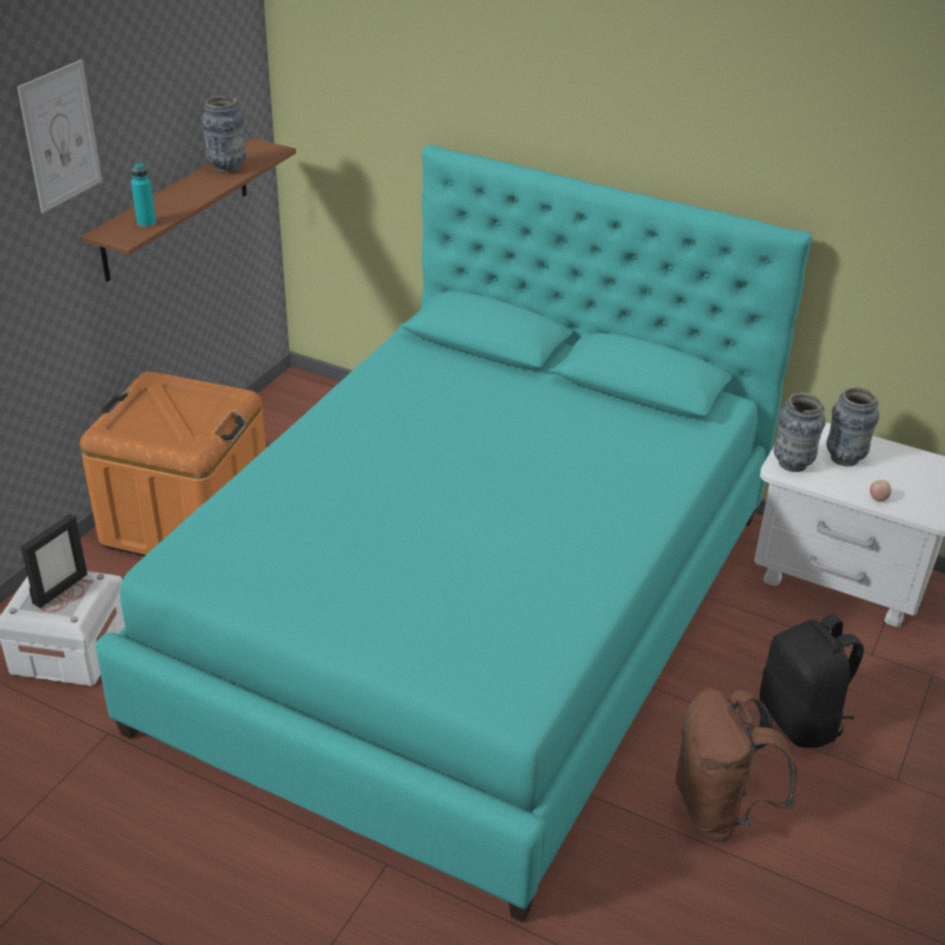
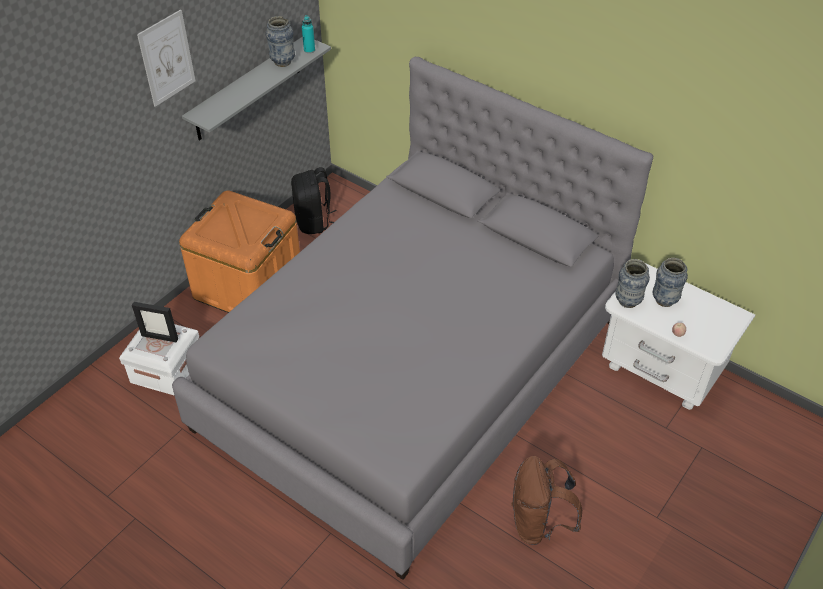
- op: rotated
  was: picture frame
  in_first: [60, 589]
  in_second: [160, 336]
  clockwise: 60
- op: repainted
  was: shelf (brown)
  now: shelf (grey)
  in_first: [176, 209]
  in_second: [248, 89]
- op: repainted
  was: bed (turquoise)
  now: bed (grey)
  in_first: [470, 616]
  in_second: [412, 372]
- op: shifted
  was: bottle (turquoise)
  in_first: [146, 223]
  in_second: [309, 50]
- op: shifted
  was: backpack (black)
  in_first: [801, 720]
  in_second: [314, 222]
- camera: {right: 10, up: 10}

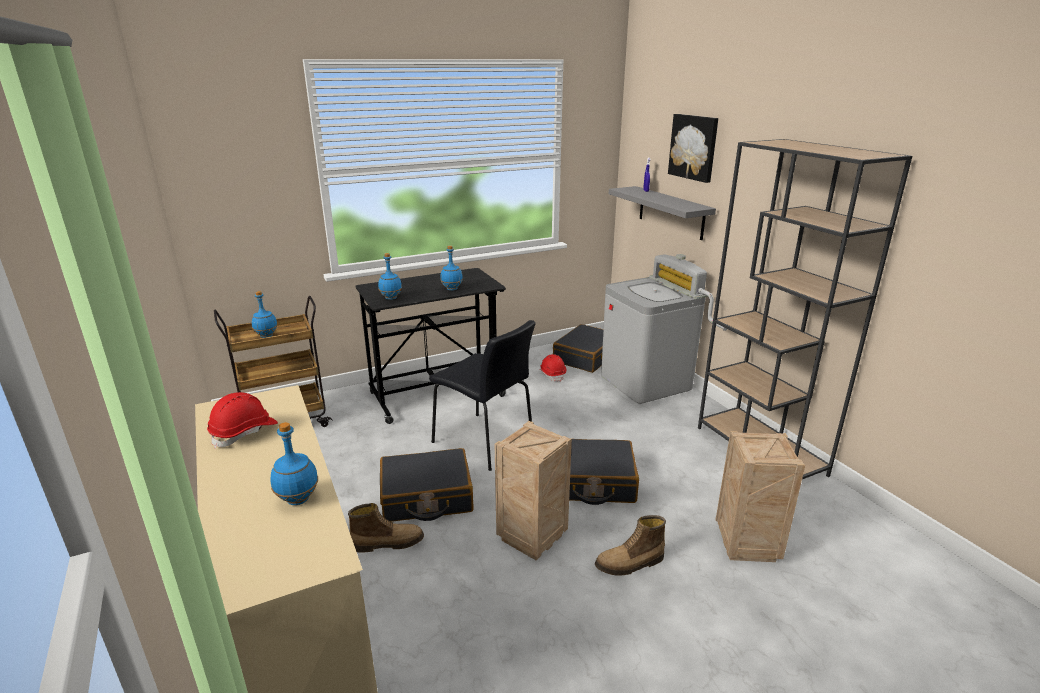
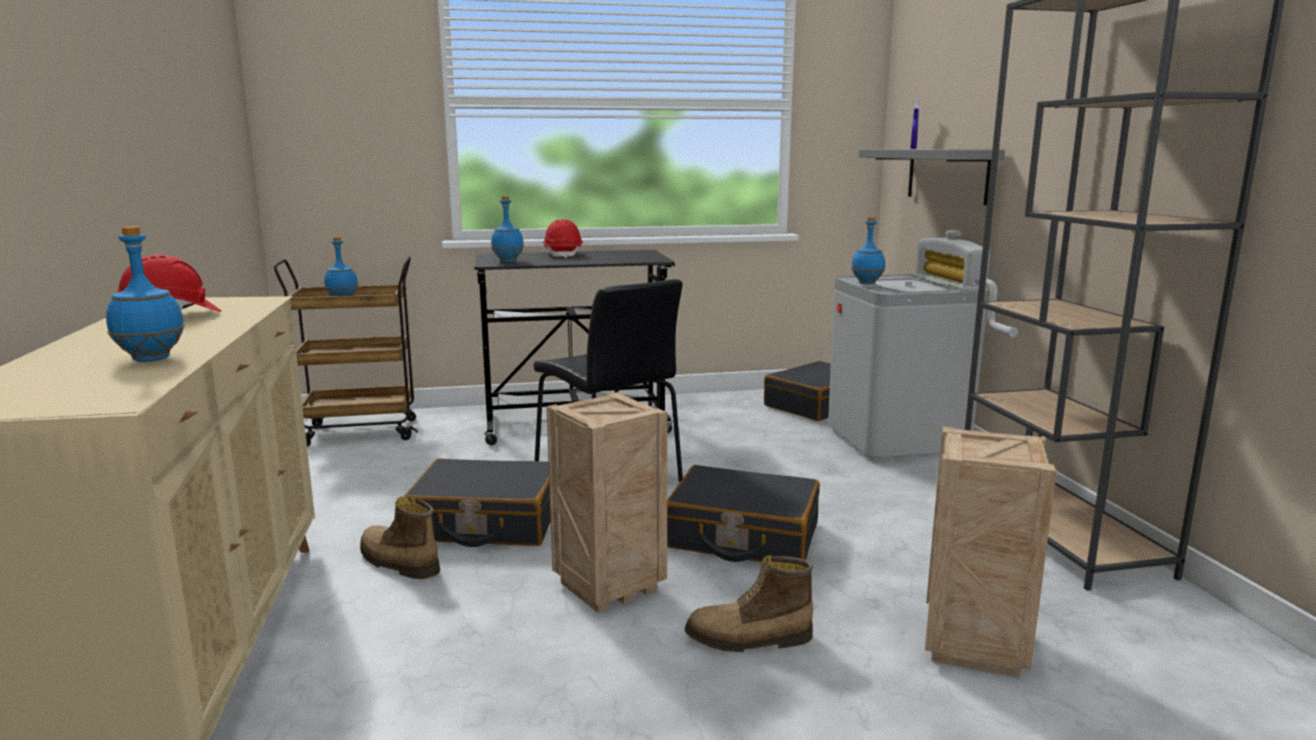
- op: rotated
  was: boot
  in_first: [388, 542]
  in_second: [397, 563]
  clockwise: -150
- op: shifted
  was: bottle (blue)
  in_first: [452, 289]
  in_second: [867, 283]
- op: shifted
  was: hard hat (red)
  in_first: [552, 374]
  in_second: [563, 255]
- op: gone
  was: picture
  in_first: [694, 147]
- camera: {right: 15, up: -10}

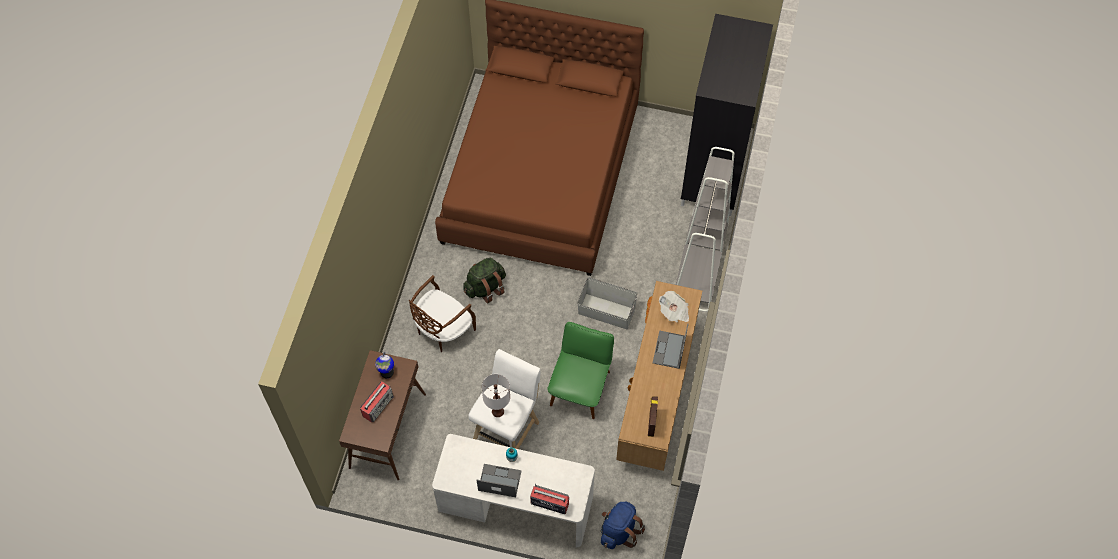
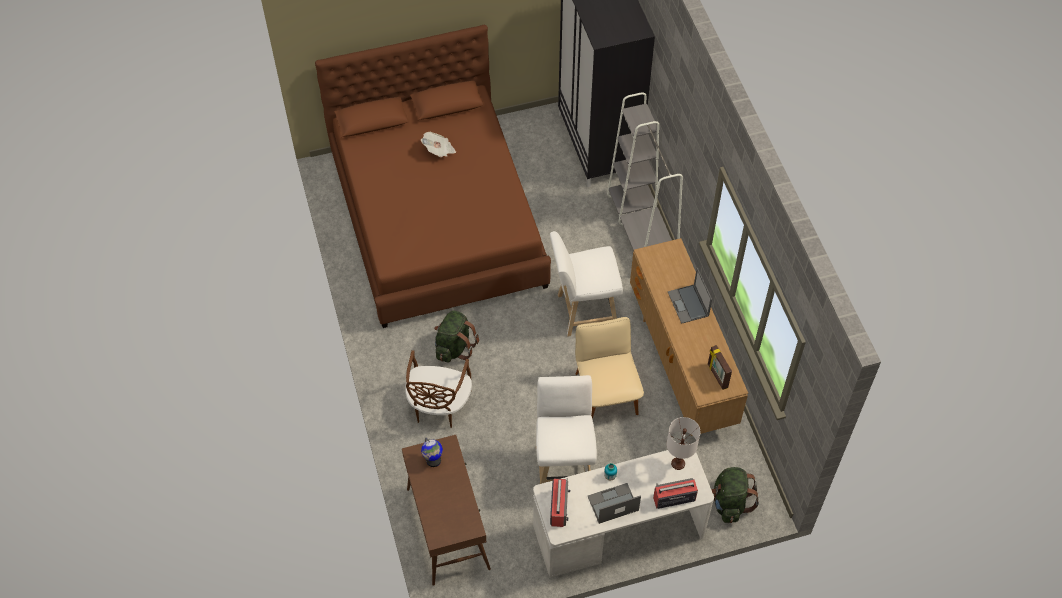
- op: shifted
  was: radio
  in_first: [378, 405]
  in_second: [559, 507]
- op: shifted
  was: table lamp (white)
  in_first: [497, 411]
  in_second: [678, 463]
- op: repainted
  was: chair (green)
  now: chair (beige)
  in_first: [580, 388]
  in_second: [606, 393]
- op: swapped
  was: storage box (grey)
  now: stool (white)
  in_first: [606, 311]
  in_second: [583, 312]
- op: repainted
  was: backpack (blue)
  now: backpack (green)
  in_first: [619, 531]
  in_second: [730, 502]
- op: shifted
  was: newspaper
  in_first: [674, 312]
  in_second: [439, 150]
- camera: {right: -30, up: -5}

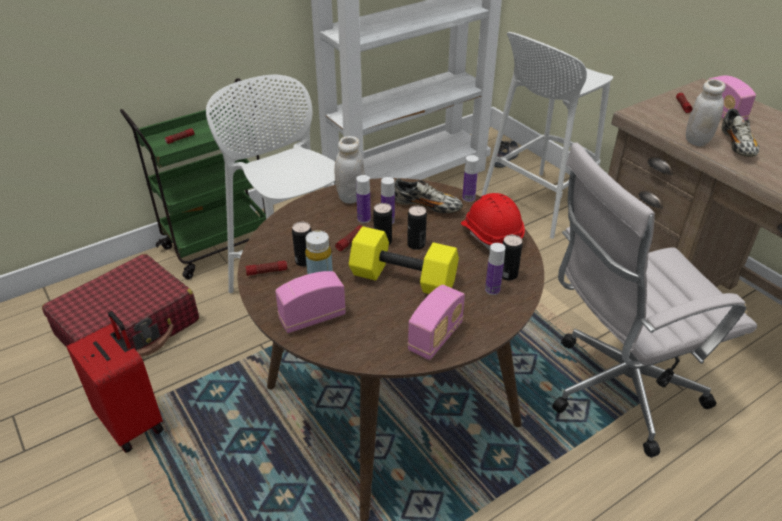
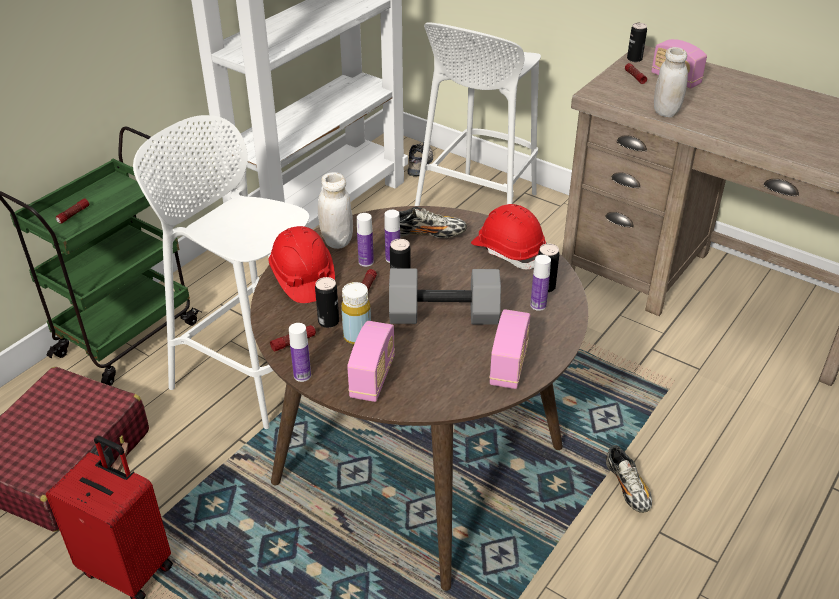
- op: rotated
  was: radio
  in_first: [312, 318]
  in_second: [372, 378]
  clockwise: 150
- op: repainted
  was: dumbbell (yellow)
  now: dumbbell (grey)
  in_first: [402, 279]
  in_second: [442, 316]
- op: shifted
  was: can
  in_first: [416, 244]
  in_second: [634, 59]
- op: shifted
  was: bottle
  in_first: [468, 198]
  in_second: [302, 375]
- op: gone
  was: office chair (white)
  in_first: [617, 391]
- op: shifted
  was: shoe
  in_first: [737, 146]
  in_second: [627, 488]
- op: new
  now: hard hat (red)
  in_second: [302, 279]
- camera: {right: -20, up: 0}

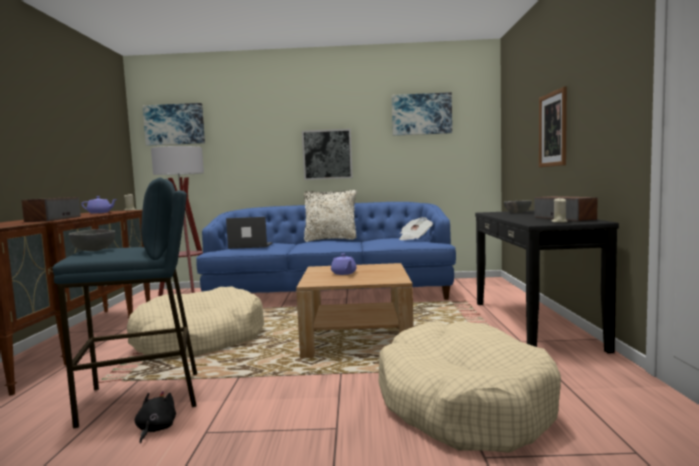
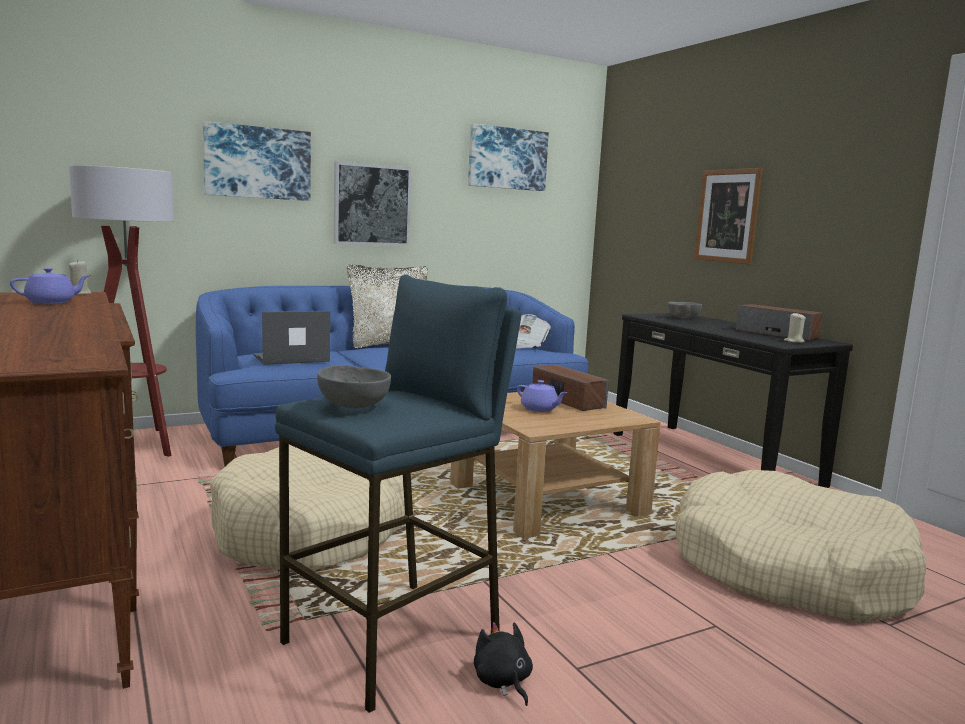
- op: shifted
  was: speaker
  in_first: [53, 219]
  in_second: [567, 400]
- op: shifted
  was: picture
  in_first: [174, 124]
  in_second: [257, 162]
- camera: {right: -30, up: 5}

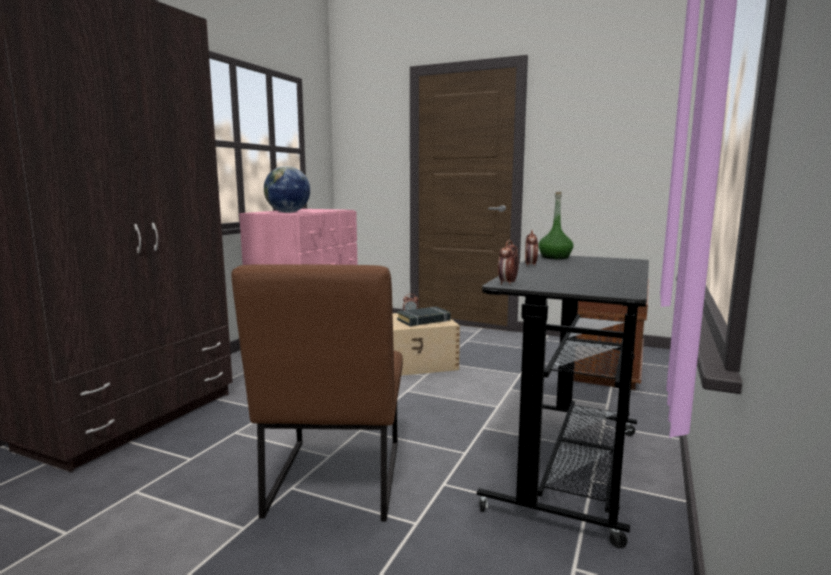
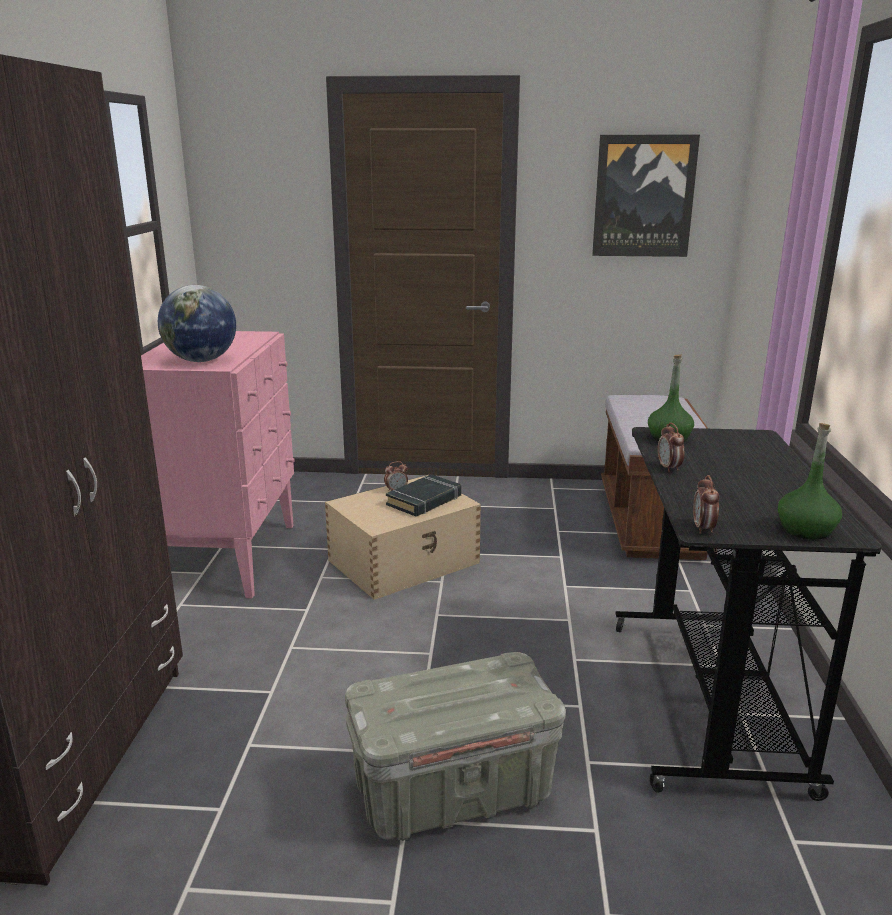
- op: swapped
  was: chair (brown)
  now: storage box (grey)
  in_first: [334, 480]
  in_second: [452, 792]
- op: new
  now: picture
  in_second: [643, 196]
- op: new
  now: bottle (green)
  in_second: [805, 530]
- camera: {right: -20, up: 10}

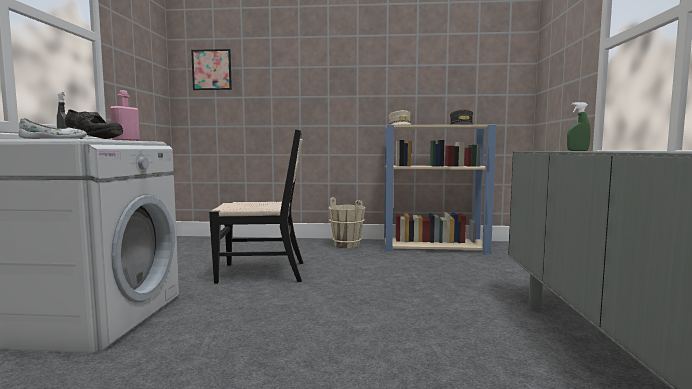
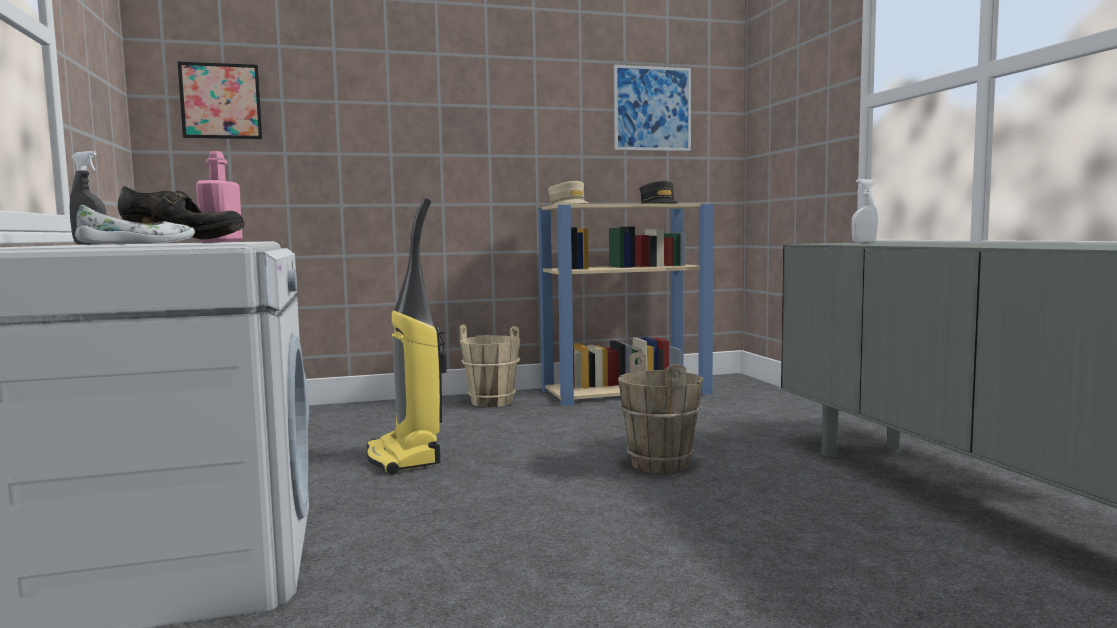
- op: swapped
  was: chair
  now: vacuum cleaner
  in_first: [262, 273]
  in_second: [405, 458]
- op: repainted
  was: spray bottle (green)
  now: spray bottle (white)
  in_first: [577, 150]
  in_second: [864, 242]
- op: new
  now: picture
  in_second: [652, 108]
- op: new
  now: bucket (brown)
  in_second: [661, 464]
- camera: {right: -20, up: 0}

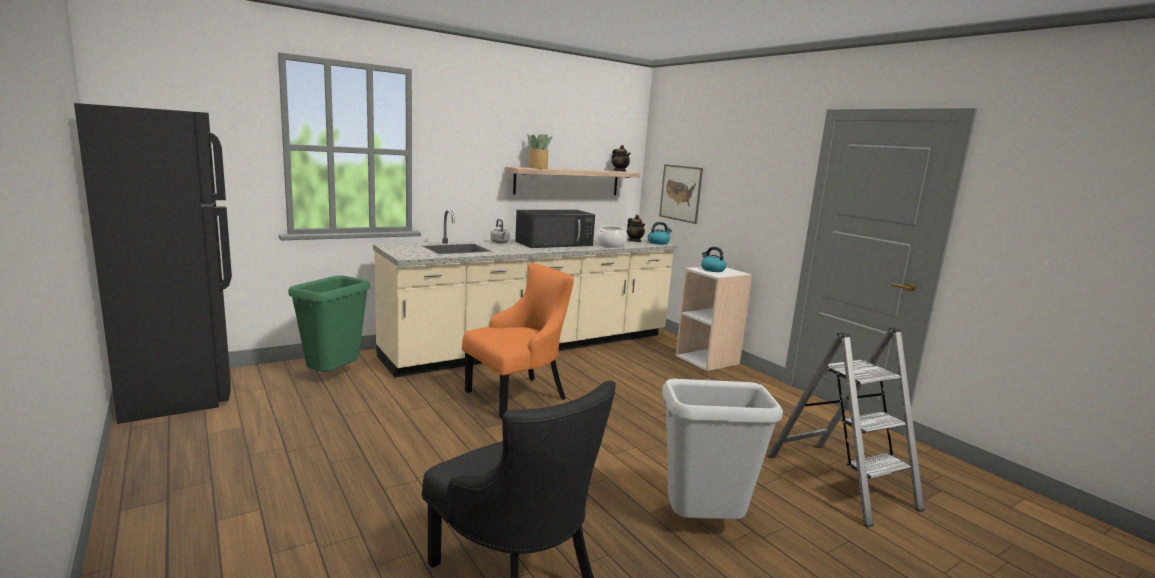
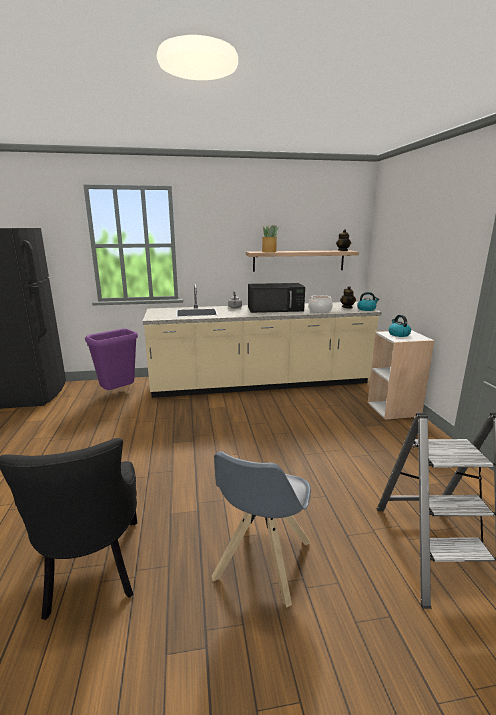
- op: repainted
  was: trash can (green)
  now: trash can (purple)
  in_first: [333, 376]
  in_second: [118, 392]
- op: gone
  was: chair (orange)
  in_first: [515, 397]
- op: gone
  was: picture
  in_first: [680, 193]
- op: swapped
  was: trash can (grey)
  now: chair (grey)
  in_first: [702, 526]
  in_second: [262, 562]
- camera: {right: 25, up: 5}

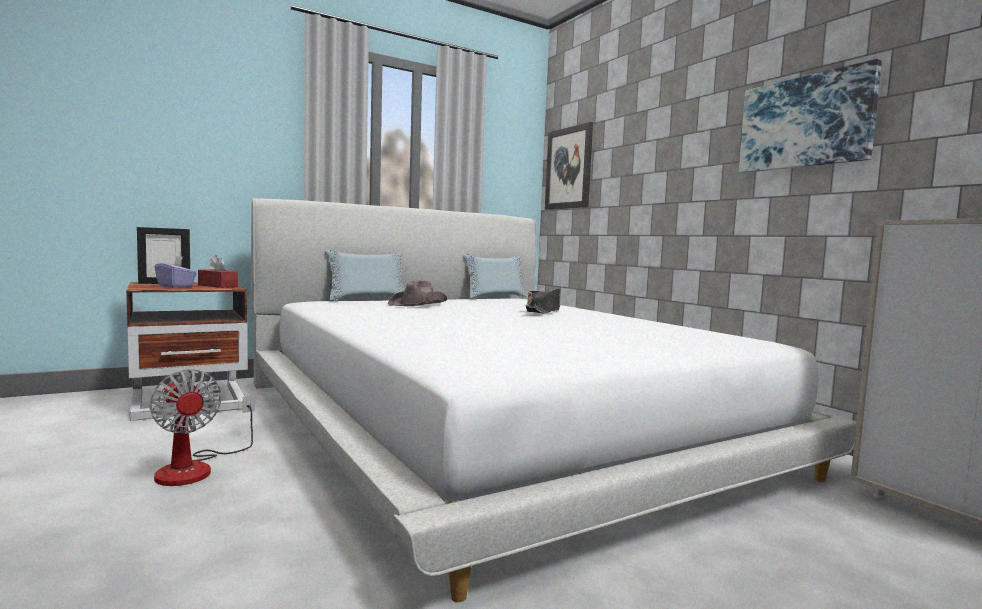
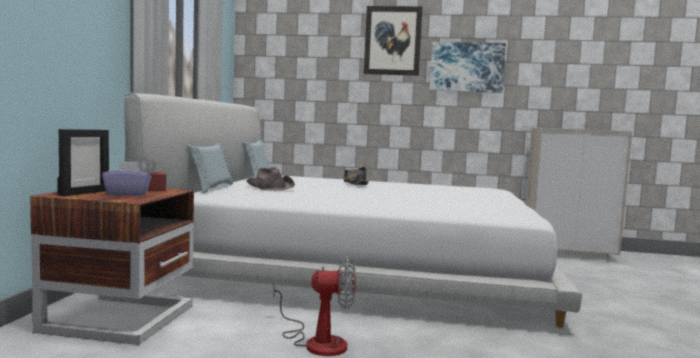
- op: shifted
  was: picture
  in_first: [569, 168]
  in_second: [392, 41]
- camera: {right: -50, up: 0}

